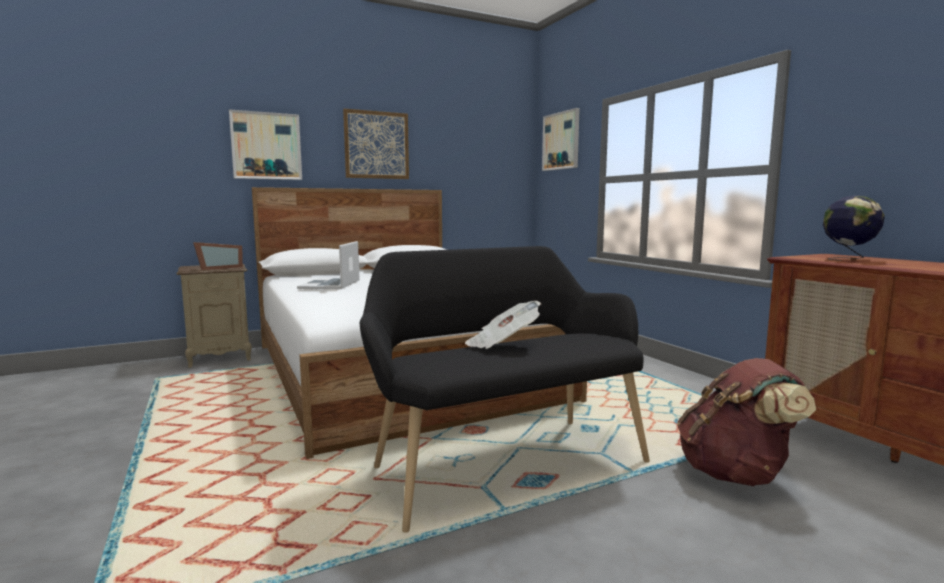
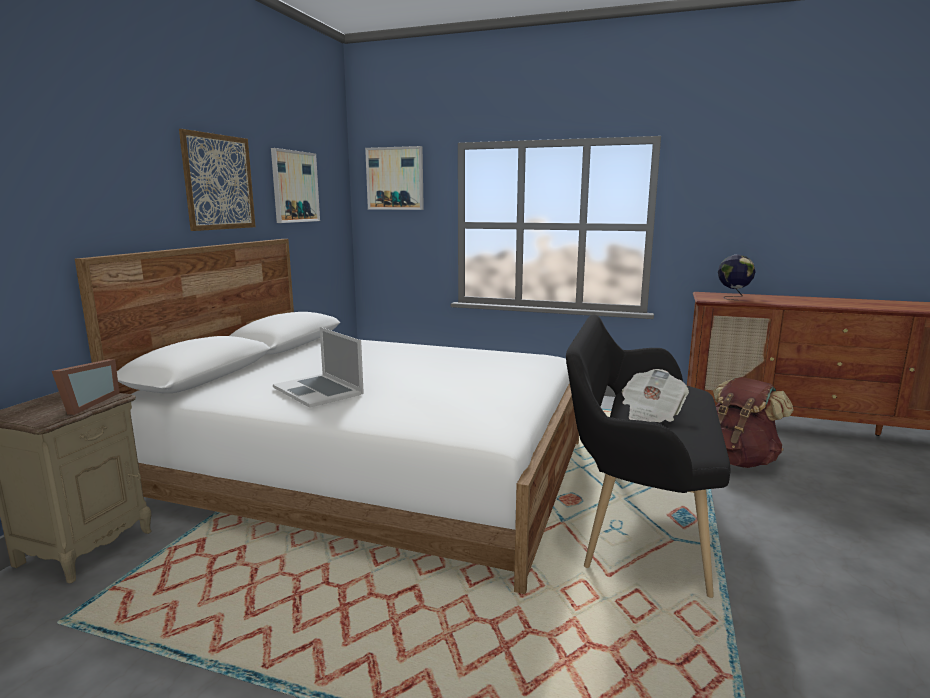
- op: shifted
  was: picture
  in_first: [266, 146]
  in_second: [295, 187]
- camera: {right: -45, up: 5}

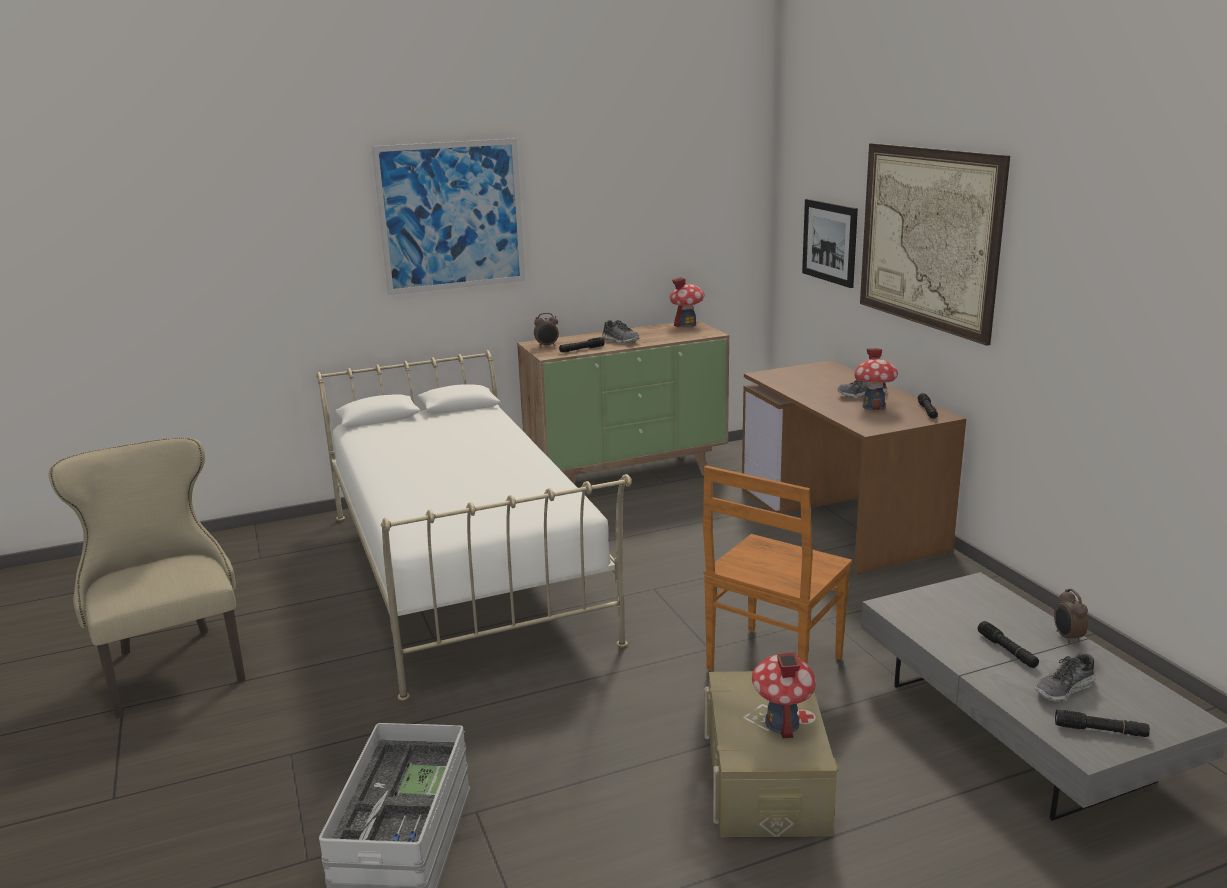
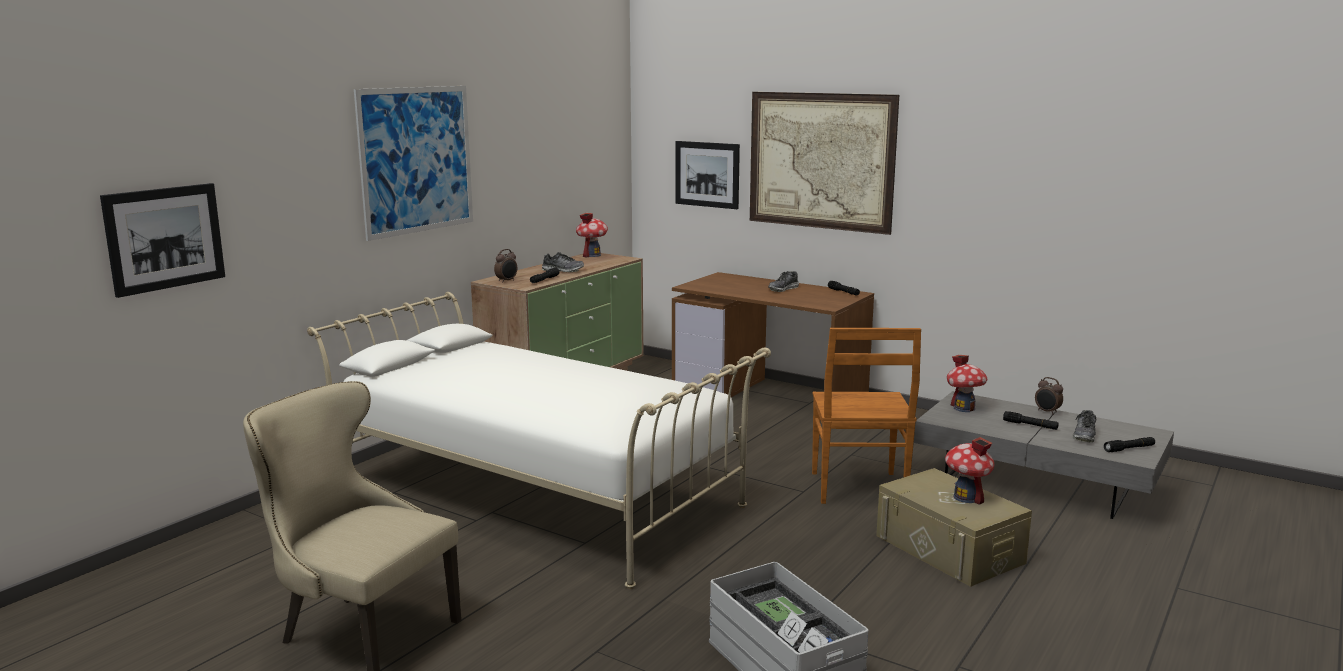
- op: shifted
  was: toy house
  in_first: [873, 406]
  in_second: [964, 408]
- op: new
  now: picture
  in_second: [165, 238]
- camera: {right: -35, up: -5}

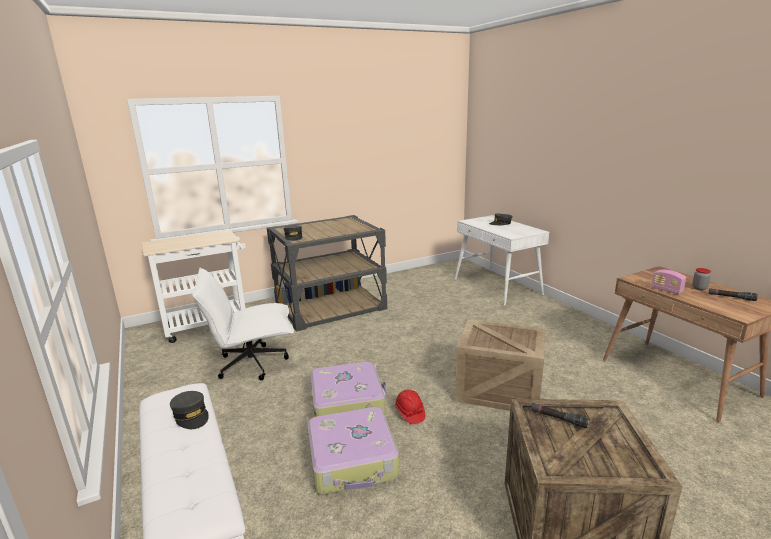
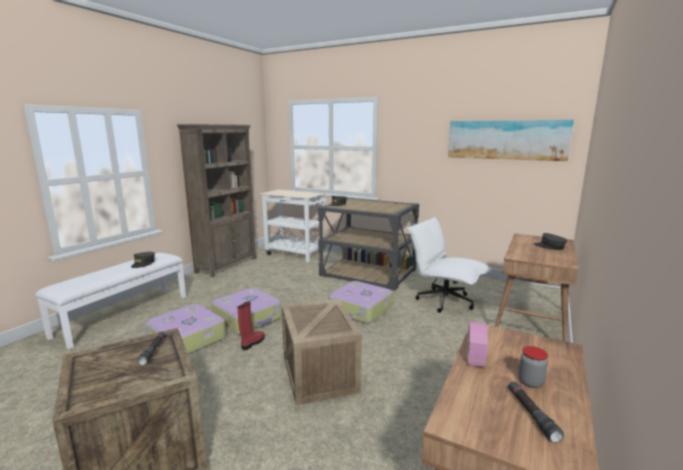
- op: shifted
  was: office chair (white)
  in_first: [253, 363]
  in_second: [446, 301]
- op: swapped
  was: hard hat (red)
  now: boot (red)
  in_first: [409, 413]
  in_second: [252, 343]
- op: repainted
  was: desk (white)
  now: desk (brown)
  in_first: [497, 287]
  in_second: [531, 323]
- op: new
  now: bookcase (brown)
  in_second: [227, 265]
- op: new
  now: suitcase
  in_second: [360, 310]
- op: new
  now: picture
  in_second: [506, 140]
- camera: {right: 55, up: -5}

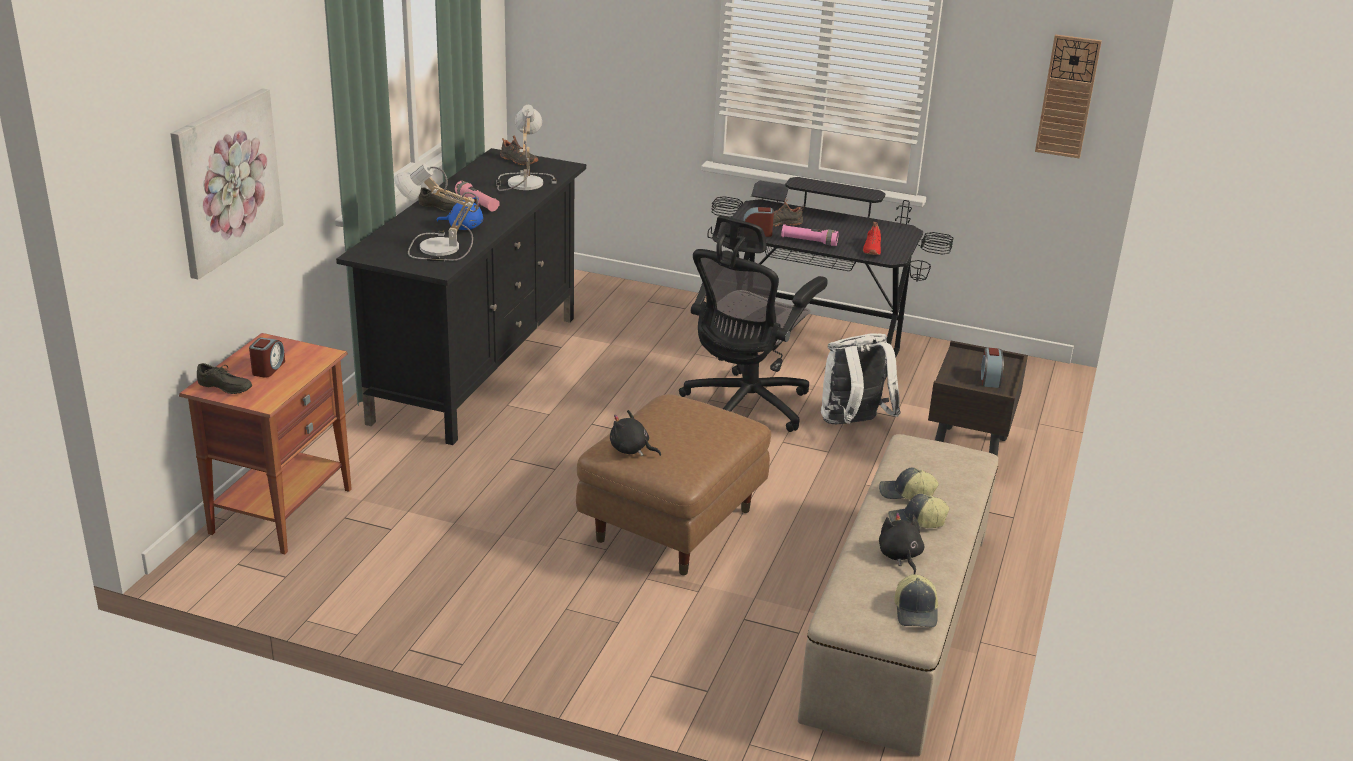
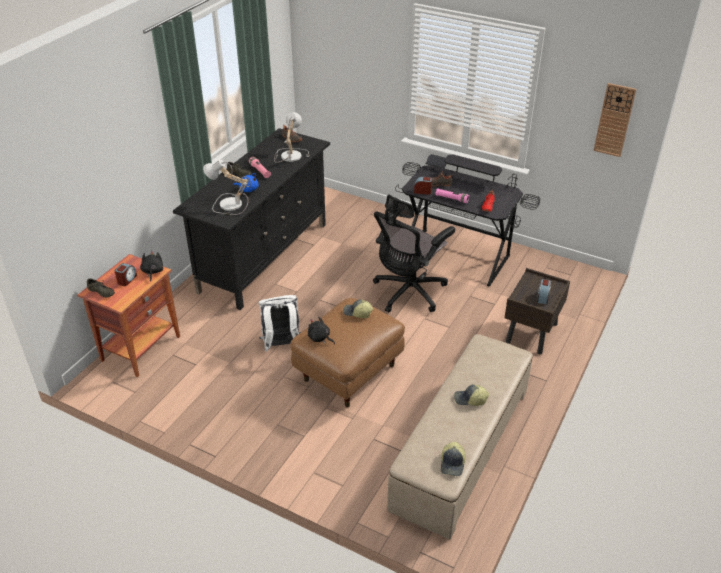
- op: gone
  was: picture
  in_first: [225, 181]
- op: shifted
  was: backpack (white)
  in_first: [853, 424]
  in_second: [281, 345]
- op: shifted
  was: cap
  in_first: [906, 494]
  in_second: [357, 313]
- op: shifted
  was: plush toy (black)
  in_first: [900, 556]
  in_second: [152, 272]
- camera: {right: 10, up: 10}

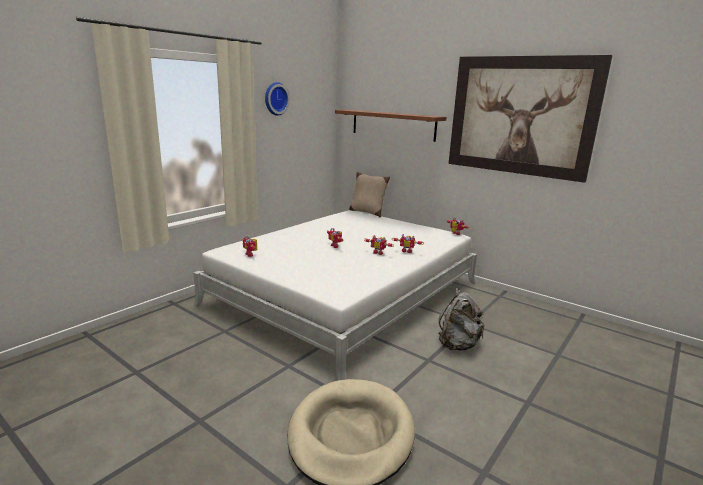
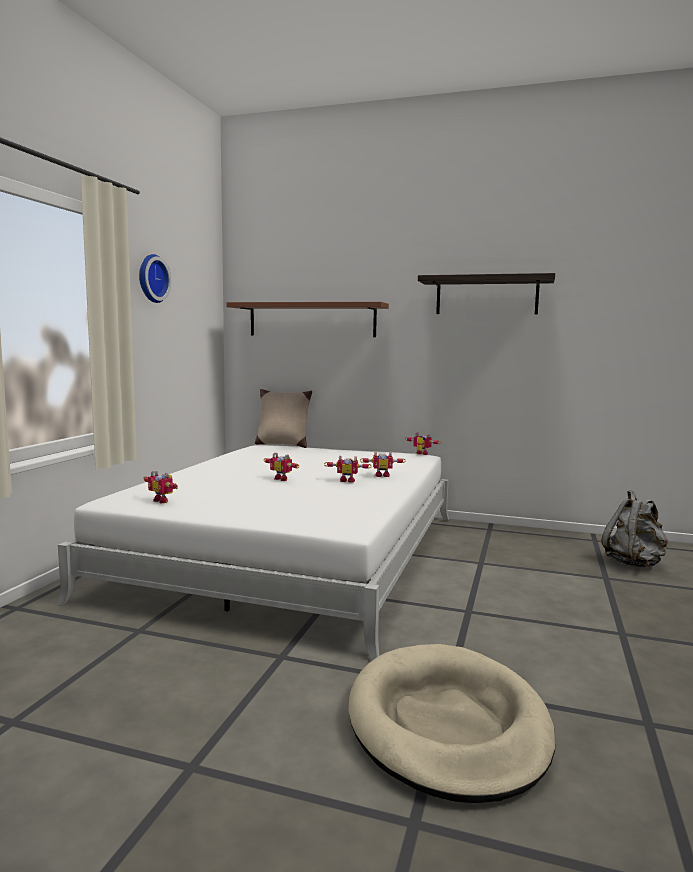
- op: shifted
  was: backpack (grey)
  in_first: [458, 344]
  in_second: [634, 563]
- op: swapped
  was: picture
  now: shelf
  in_first: [520, 116]
  in_second: [486, 296]
- camera: {right: -20, up: -10}

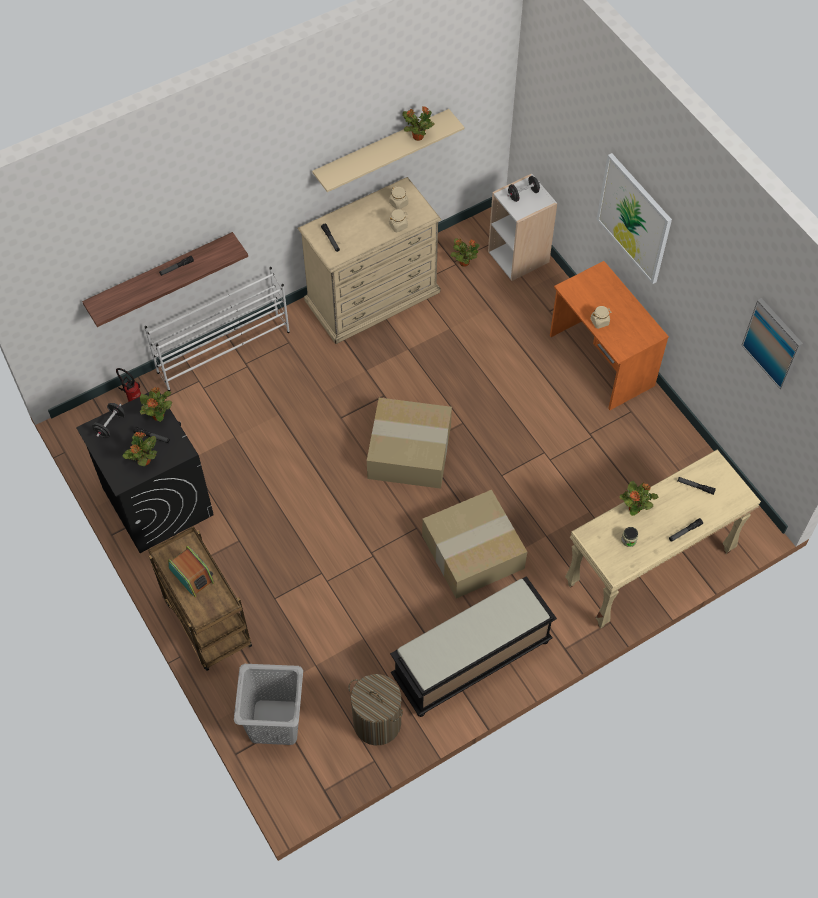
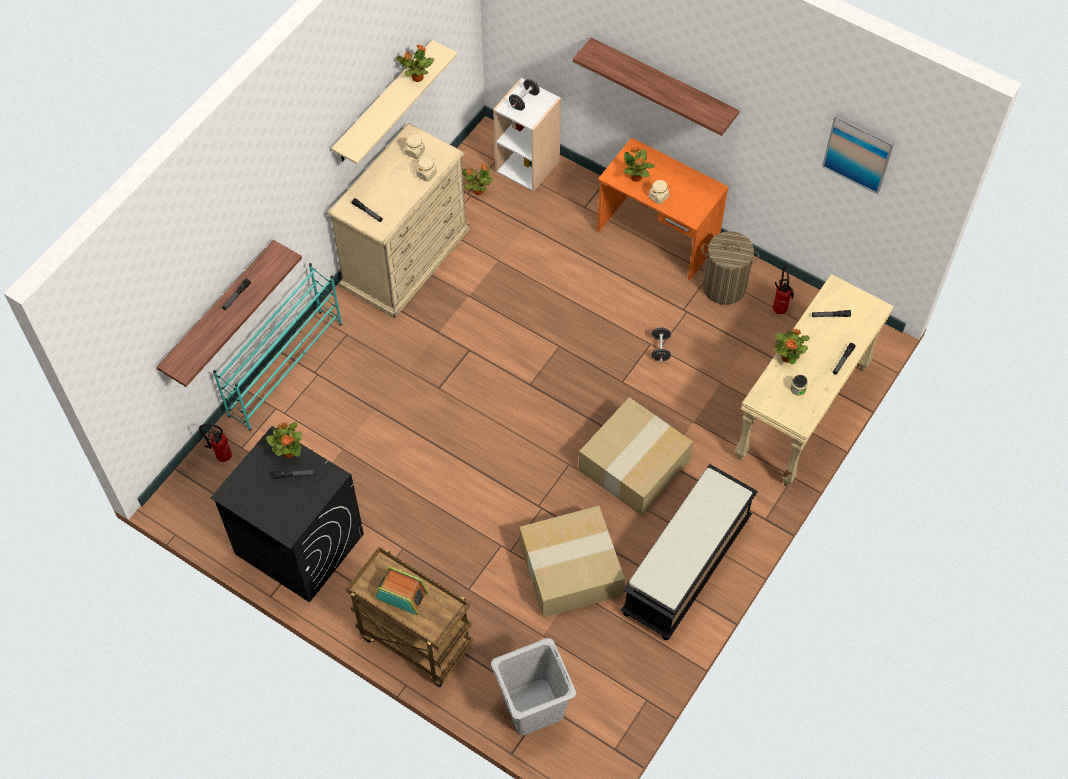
- op: shifted
  was: dumbbell (black)
  in_first: [110, 425]
  in_second: [660, 349]
- op: shifted
  was: potted plant
  in_first: [144, 461]
  in_second: [636, 178]
- op: repainted
  was: shoe rack (white)
  now: shoe rack (turquoise)
  in_first: [224, 352]
  in_second: [286, 369]
- op: shifted
  was: laundry basket
  in_first: [377, 722]
  in_second: [724, 287]
- op: shifted
  was: cardboard box
  in_first: [411, 451]
  in_second: [571, 568]
- op: swapped
  was: picture
  now: shelf
  in_first: [634, 218]
  in_second: [663, 83]
- op: new
  now: fire extinguisher
  in_second: [780, 307]
- camera: {right: -25, up: 0}

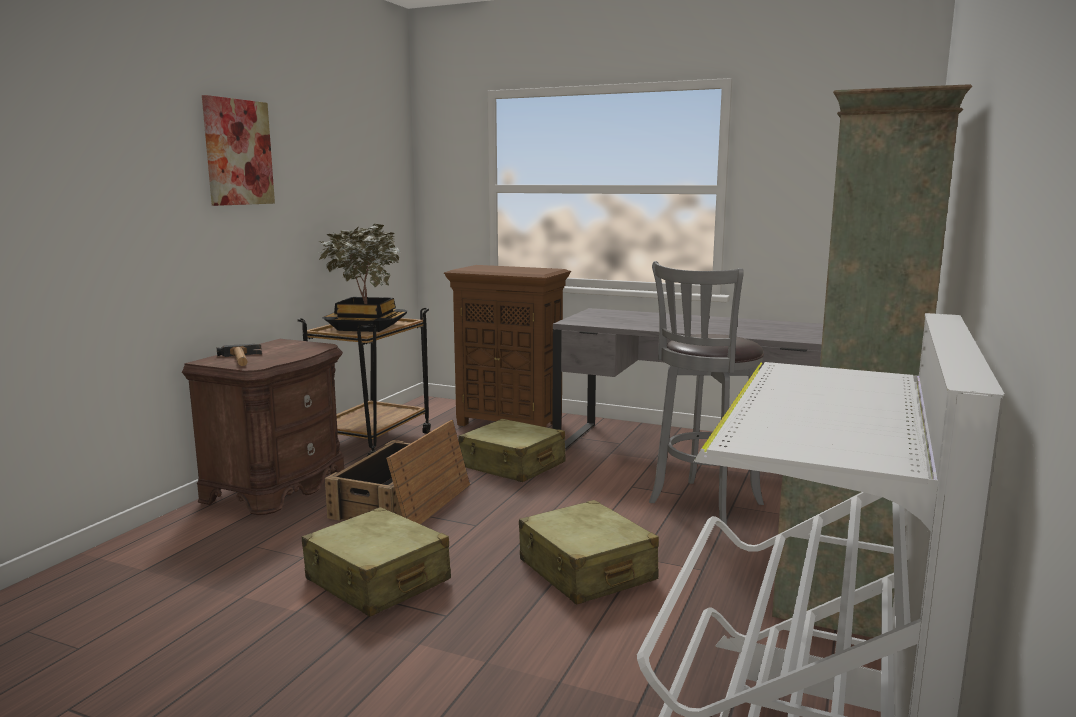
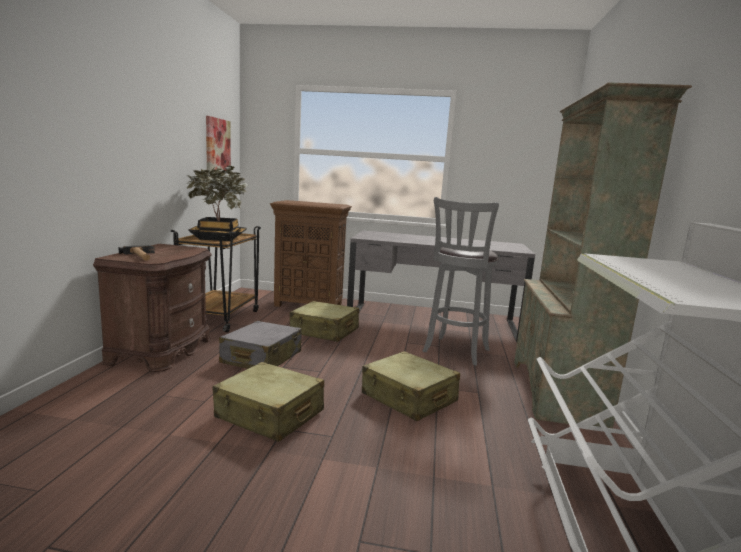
- op: shifted
  was: picture
  in_first: [238, 152]
  in_second: [217, 147]
- op: swapped
  was: crate
  now: suitcase (grey)
  in_first: [403, 502]
  in_second: [261, 358]
- camera: {right: -15, up: 0}

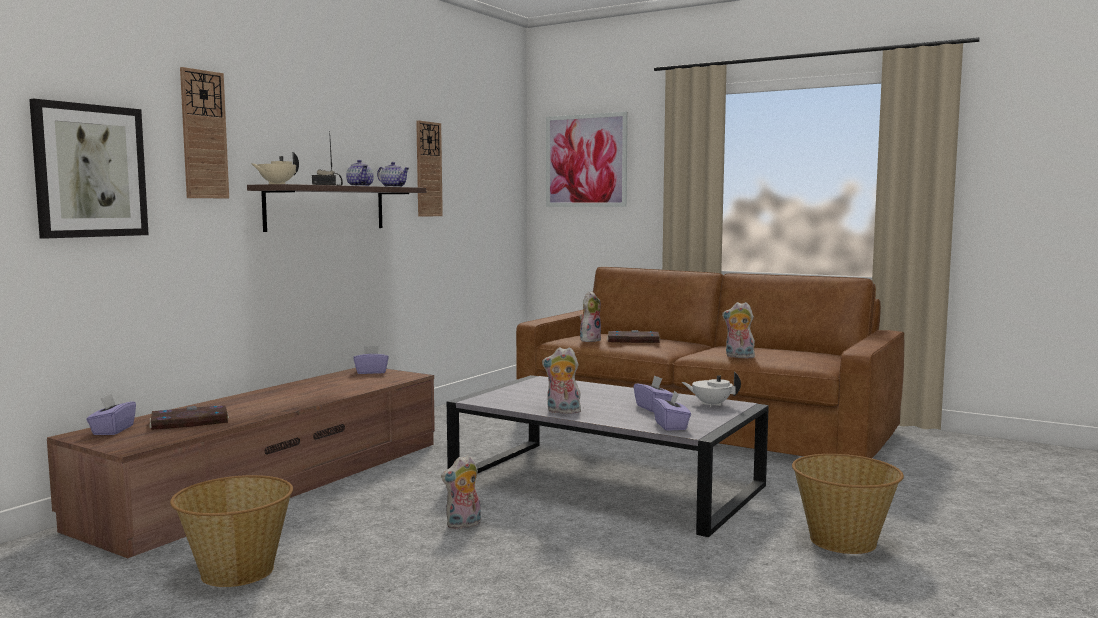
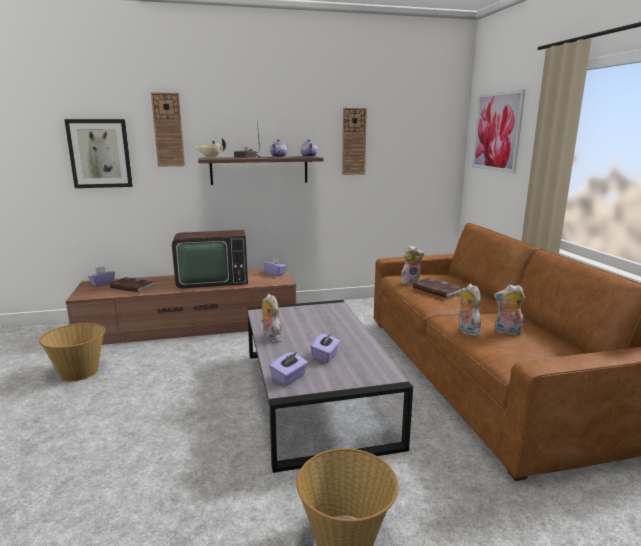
- op: shifted
  was: plush toy
  in_first: [463, 525]
  in_second: [507, 332]
- op: gone
  was: teapot (white)
  in_first: [711, 404]
- op: new
  now: television
  in_second: [211, 280]
- camera: {right: 45, up: 10}

